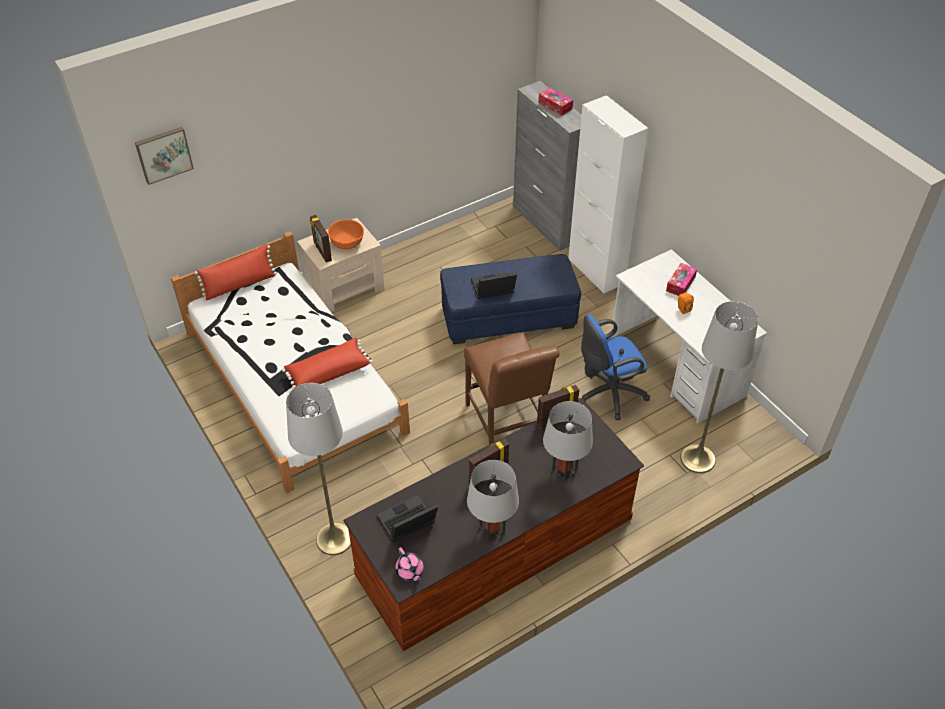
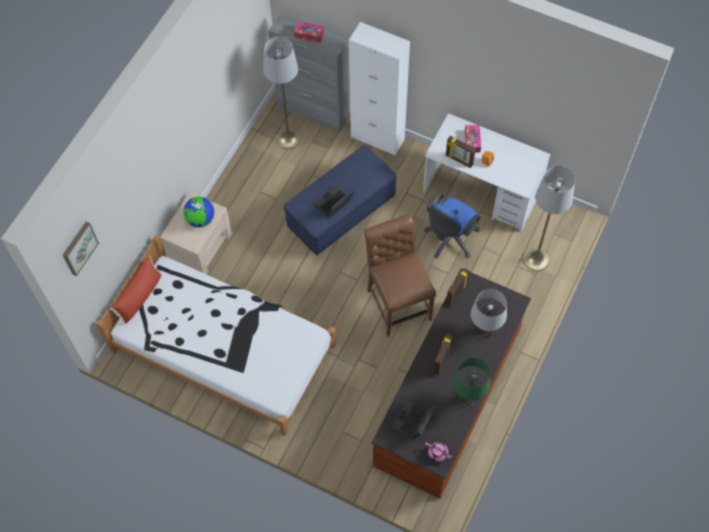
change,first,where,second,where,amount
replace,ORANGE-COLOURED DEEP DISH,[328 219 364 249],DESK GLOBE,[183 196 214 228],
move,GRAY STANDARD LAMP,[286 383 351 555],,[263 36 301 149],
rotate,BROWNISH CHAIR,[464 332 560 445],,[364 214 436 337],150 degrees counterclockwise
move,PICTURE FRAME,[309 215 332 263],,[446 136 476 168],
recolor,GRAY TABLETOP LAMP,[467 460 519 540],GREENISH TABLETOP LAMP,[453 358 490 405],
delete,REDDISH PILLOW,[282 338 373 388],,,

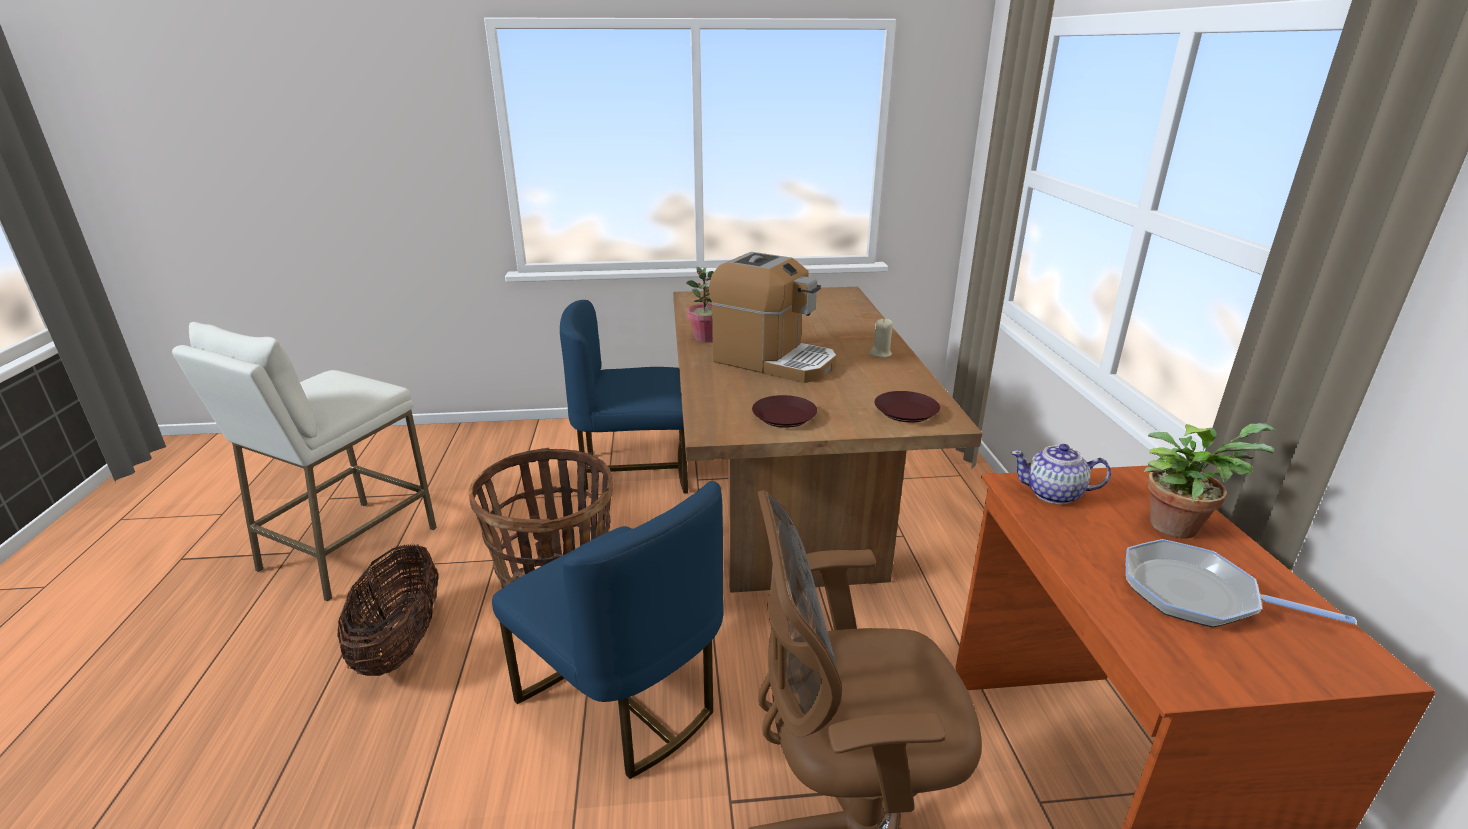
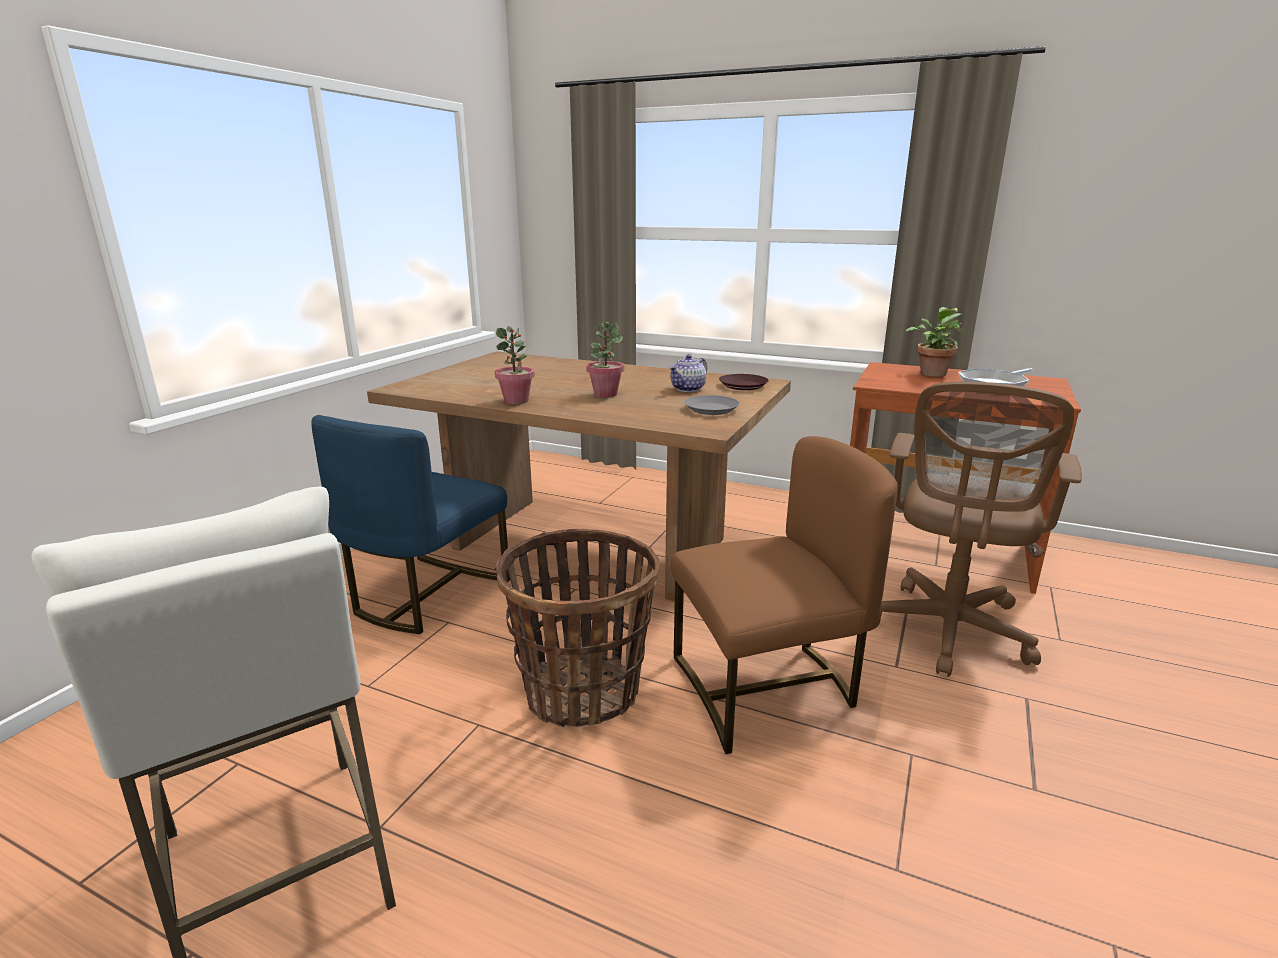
change,first,where,second,where,amount
replace,COFFEE BREWER,[709 252 837 383],PLANT IN A POT,[586 322 624 398],
move,TEA POT,[1011 444 1111 504],,[669 354 707 392],
recolor,BLUISH CHAIR,[492 481 724 779],BROWNISH CHAIR,[671 436 898 754],
recolor,BROWNISH FLAT DISH,[752 395 817 428],GRAY FLAT DISH,[684 395 740 415],
delete,STORAGE BASKET,[337 544 439 676],,,
delete,BEIGE WAX LIGHT,[870 318 893 358],,,

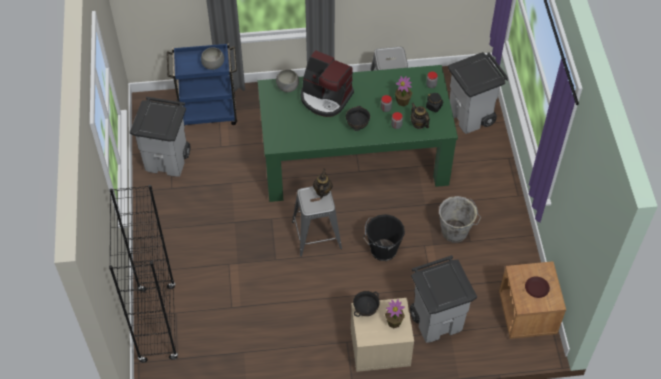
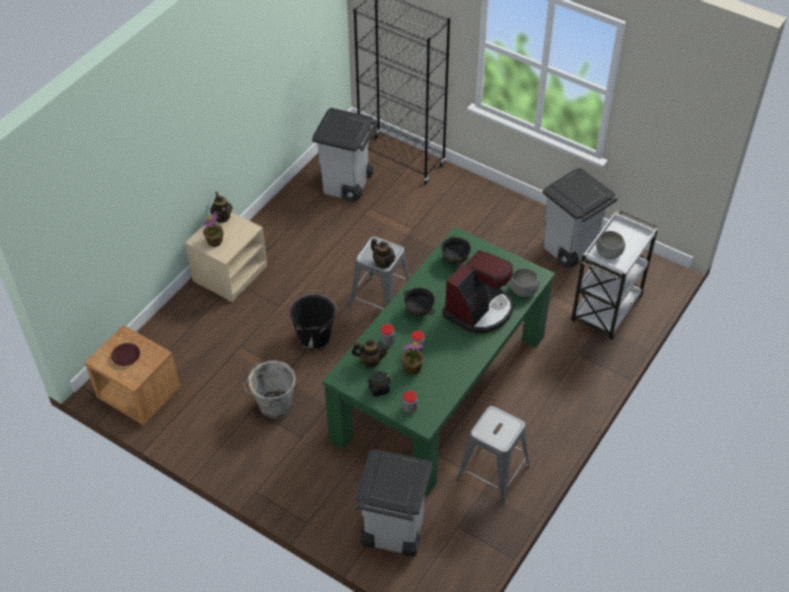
change,first,where,second,where,amount
insert,,,TEA POT,[210 192 232 223],
move,GRAY WASTE BIN,[410 255 477 343],,[312 108 378 202],
move,BLACK-COLOURED DEEP DISH,[353 291 380 317],,[441 236 471 265],
rotate,COFFEE BREWER,[301 50 354 117],,[442 251 513 333],150 degrees clockwise
recolor,BLUISH CART,[167 43 237 126],WHITE-COLOURED CART,[571 210 658 340],

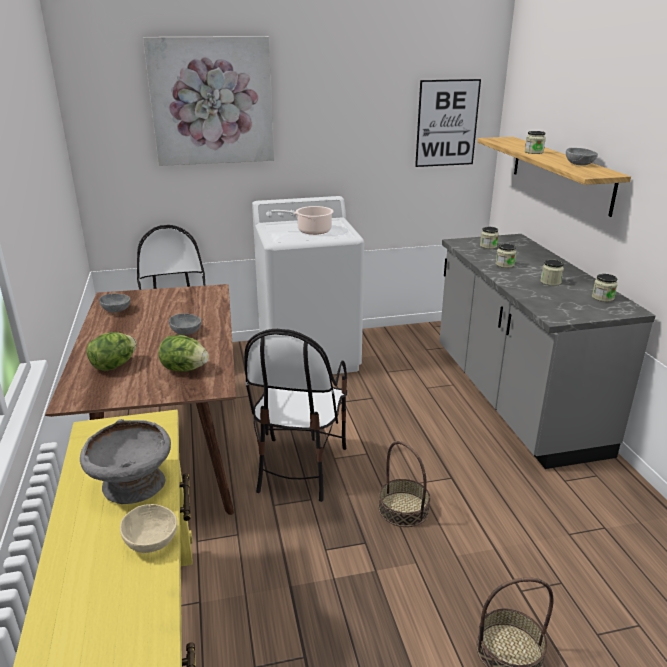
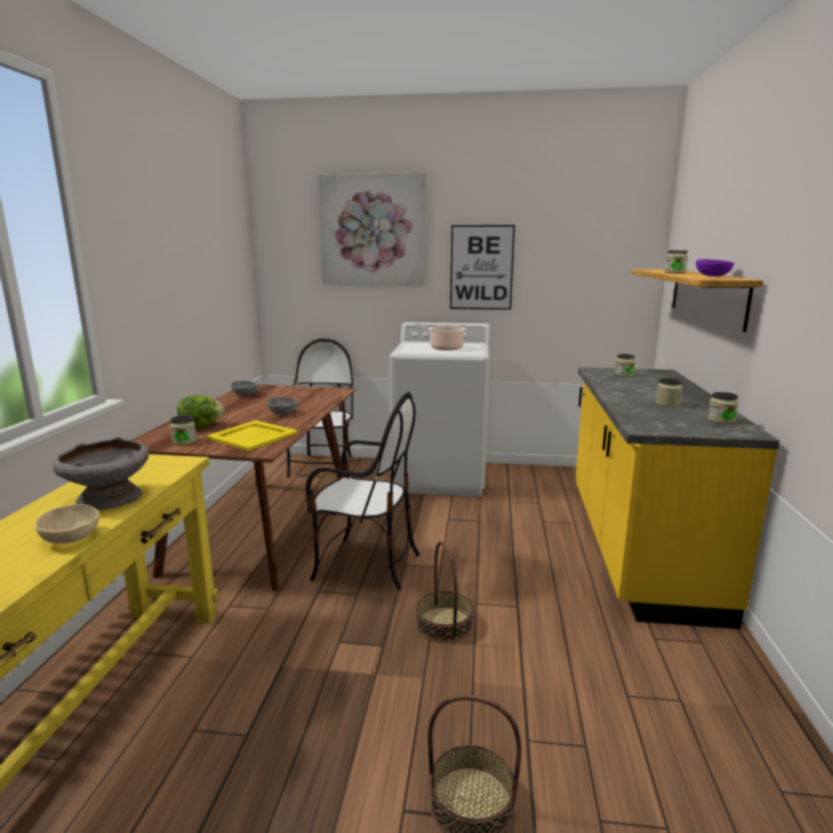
change,first,where,second,where,amount
move,PRESERVE JAR,[496 244 516 268],,[170 415 197 445],
replace,LETTUCE,[159 335 209 372],YELLOW-COLOURED CARRYING TRAY,[206 420 298 451],
rotate,CHAIR,[244 329 347 502],,[305 392 420 590],105 degrees counterclockwise
move,WALL PICTURE,[415 79 481 167],,[450 225 515 310],
recolor,GRAY KITCHEN BASE UNIT,[439 234 656 469],YELLOW-COLOURED KITCHEN BASE UNIT,[575 367 780 629],
recolor,GRAY DEEP DISH,[566 148 598 165],PURPLE-COLOURED DEEP DISH,[696 259 734 276],

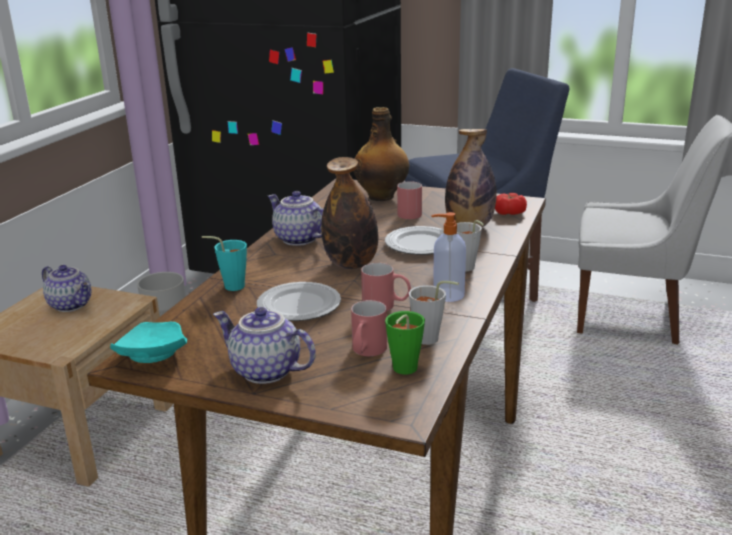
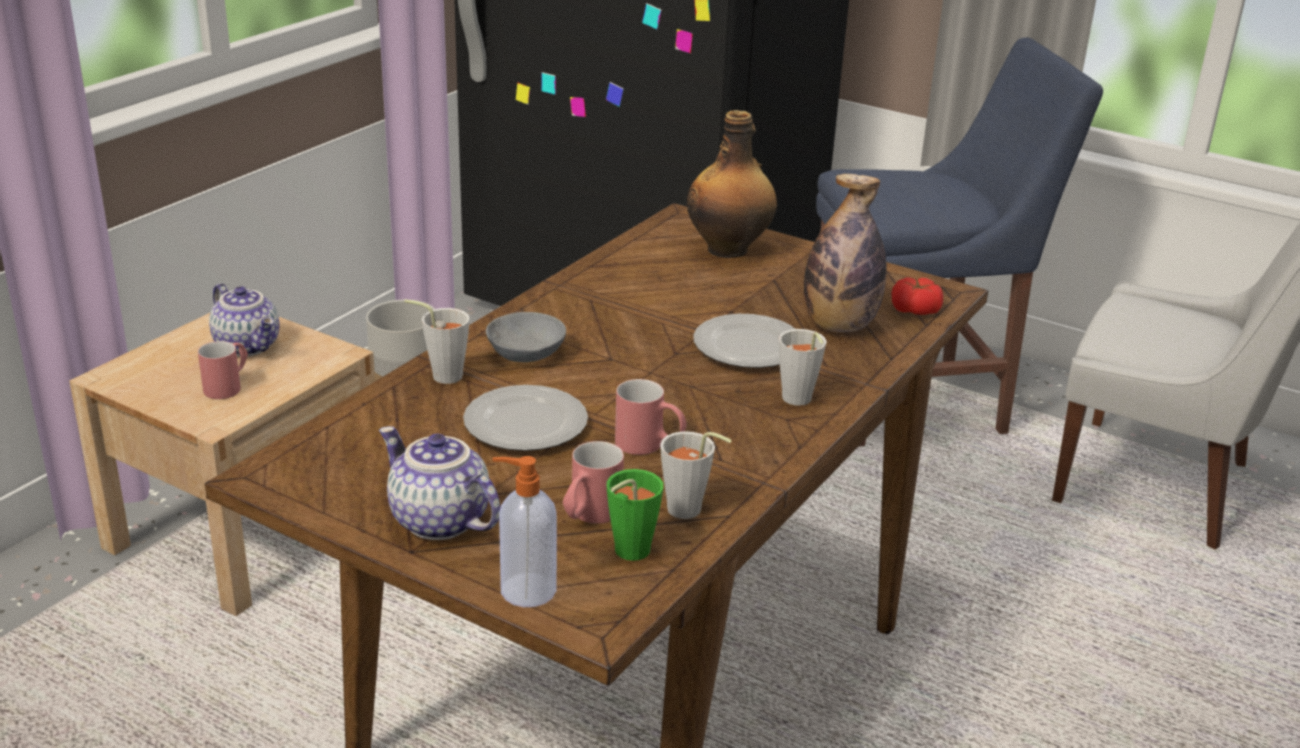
change,first,where,second,where,amount
move,REDDISH MUG,[397 181 422 219],,[198 341 248 399],
recolor,BLUE-GREEN DRINKING CUP,[202 236 247 291],GRAY DRINKING CUP,[404 299 470 384],
insert,,,GRAY DEEP DISH,[486 312 566 362],
move,SOAP BOTTLE,[431 212 466 302],,[493 456 557 607],
delete,BLUE-GREEN FLAT DISH,[110 322 187 363],,,
delete,TEA POT,[268 191 323 246],,,
delete,BEVERAGE BOTTLE,[321 157 378 269],,,

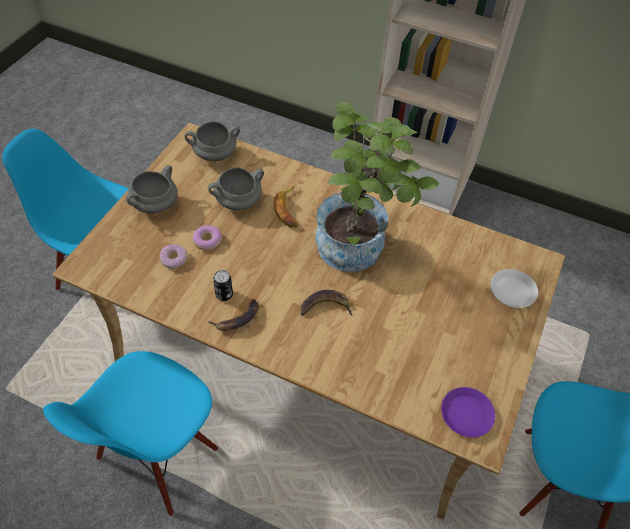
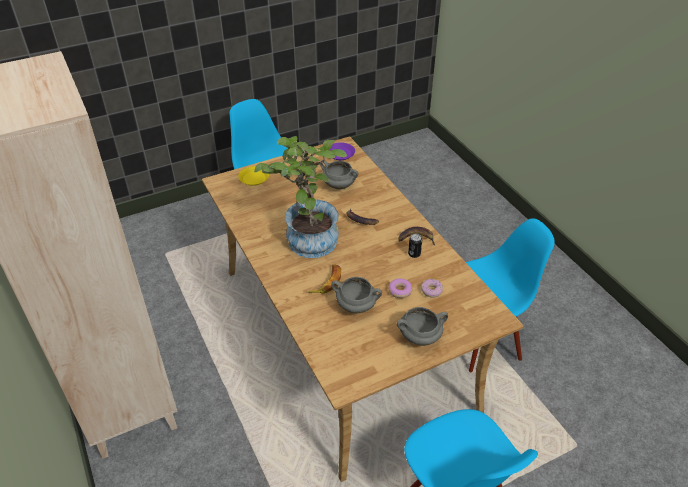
change,first,where,second,where,amount
recolor,WHITE-COLOURED FLAT DISH,[491 269 538 308],YELLOW-COLOURED FLAT DISH,[238 166 269 186],
move,GRAY SAUCEPOT,[184 121 240 161],,[320 160 358 190],

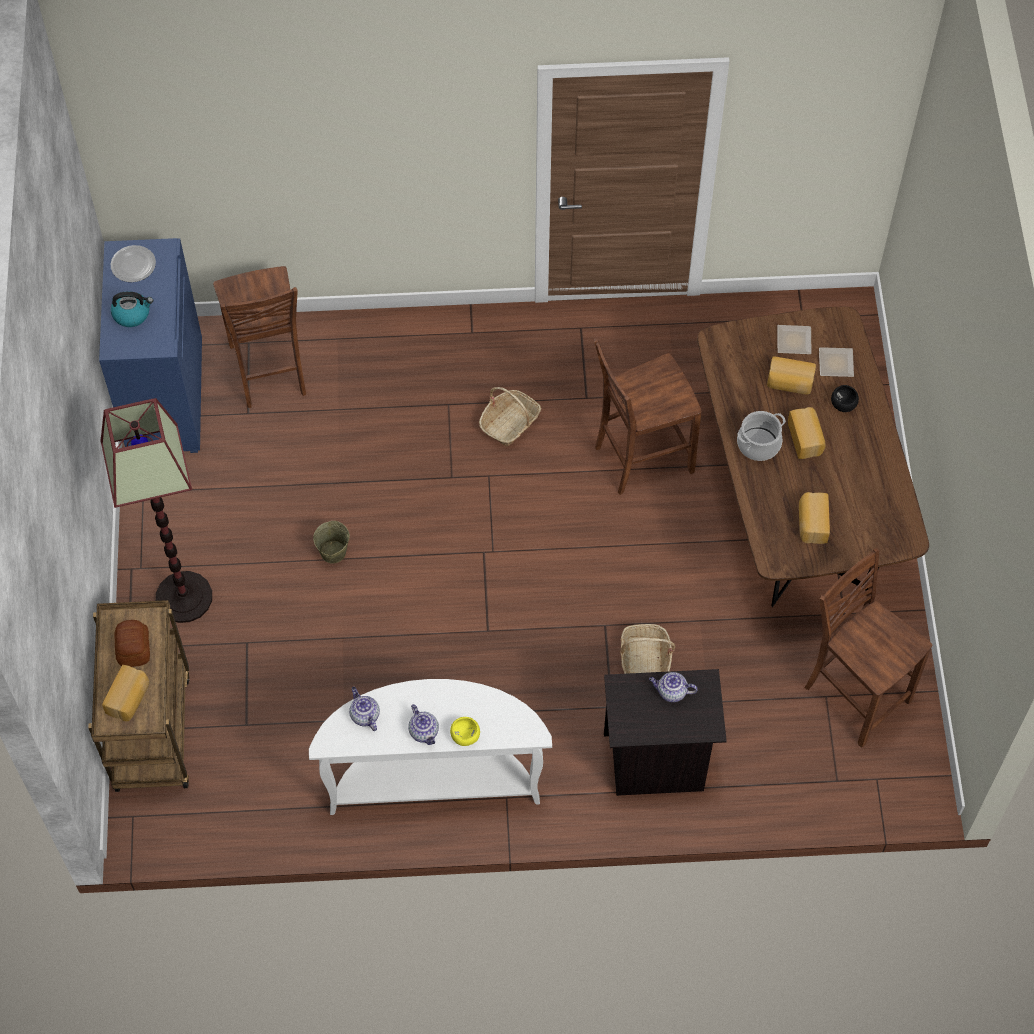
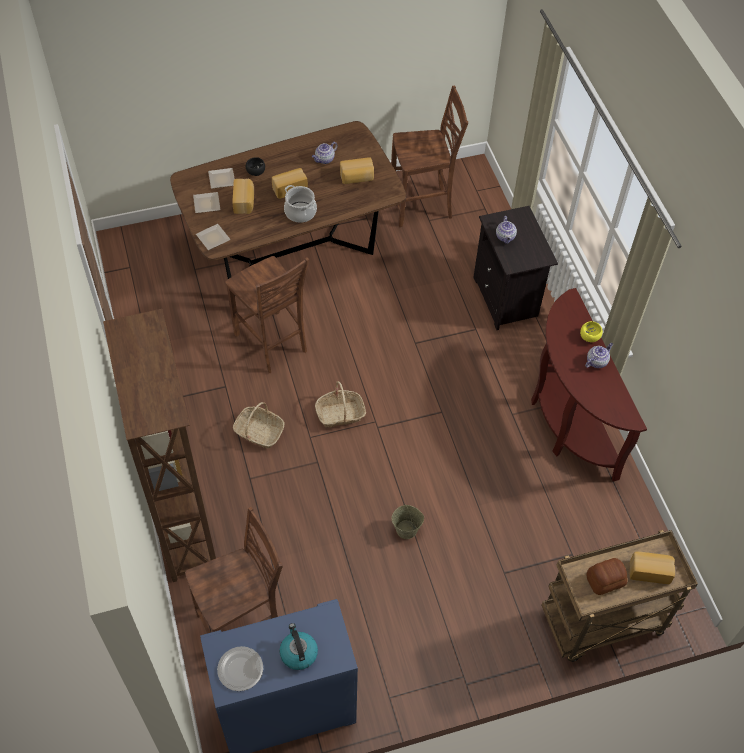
change,first,where,second,where,amount
insert,,,BROWNISH BOOKCASE,[103 309 216 582],
insert,,,FLAT DISH,[196 224 231 250],
move,TEA POT,[349 687 380 731],,[312 142 337 164],
move,STORAGE BASKET,[620 624 675 674],,[315 381 366 427],
rotate,BROWNISH CHAIR,[804 548 932 748],,[391 86 468 227],135 degrees counterclockwise
recolor,WHITE-COLOURED HALL TABLE,[309 679 552 815],BROWNISH HALL TABLE,[531 288 647 482],
delete,STANDARD LAMP,[101 398 212 623],,,

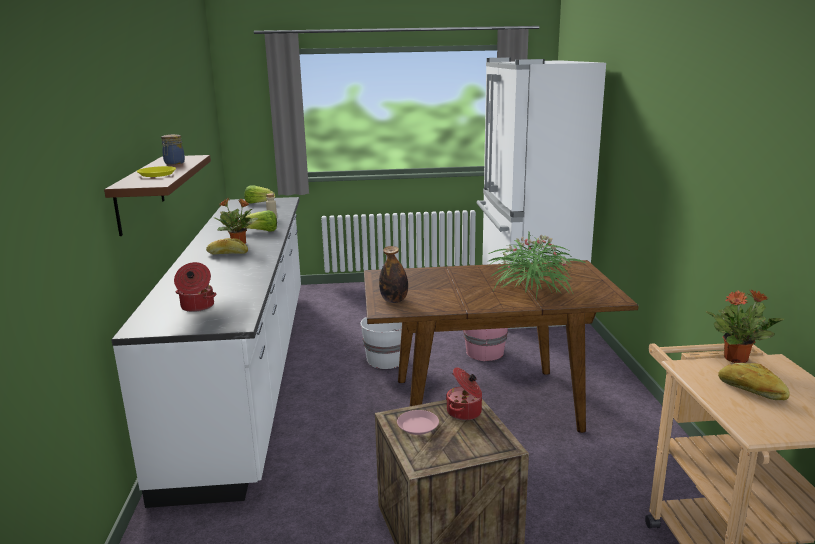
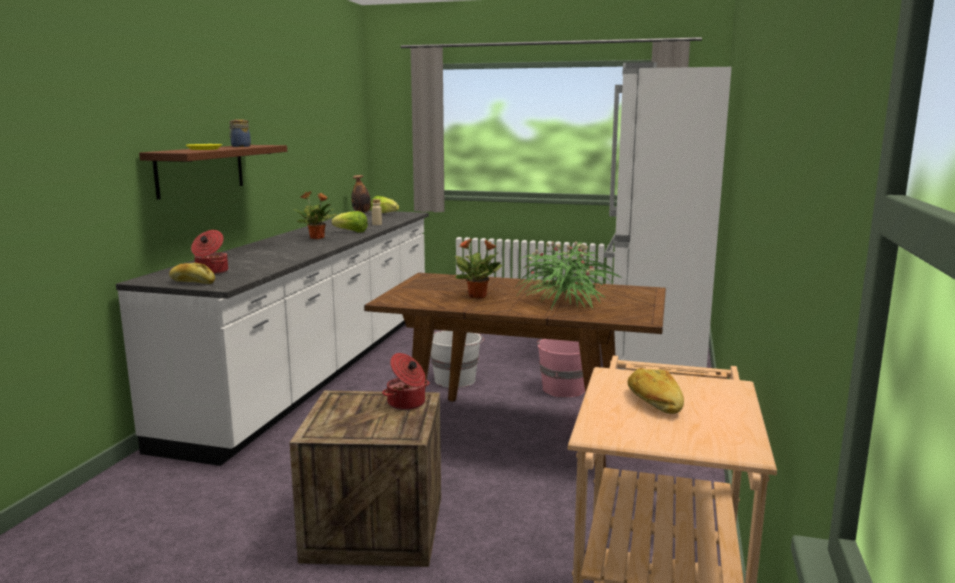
change,first,where,second,where,amount
move,BAKERY BREAD,[206 238 248 254],,[169 263 215 284],
move,BEVERAGE BOTTLE,[379 246 408 303],,[351 175 371 213],
move,PLANT IN A POT,[706 289 784 363],,[454 238 502 299],
delete,PINKISH FLAT DISH,[397 410 439 435],,,

